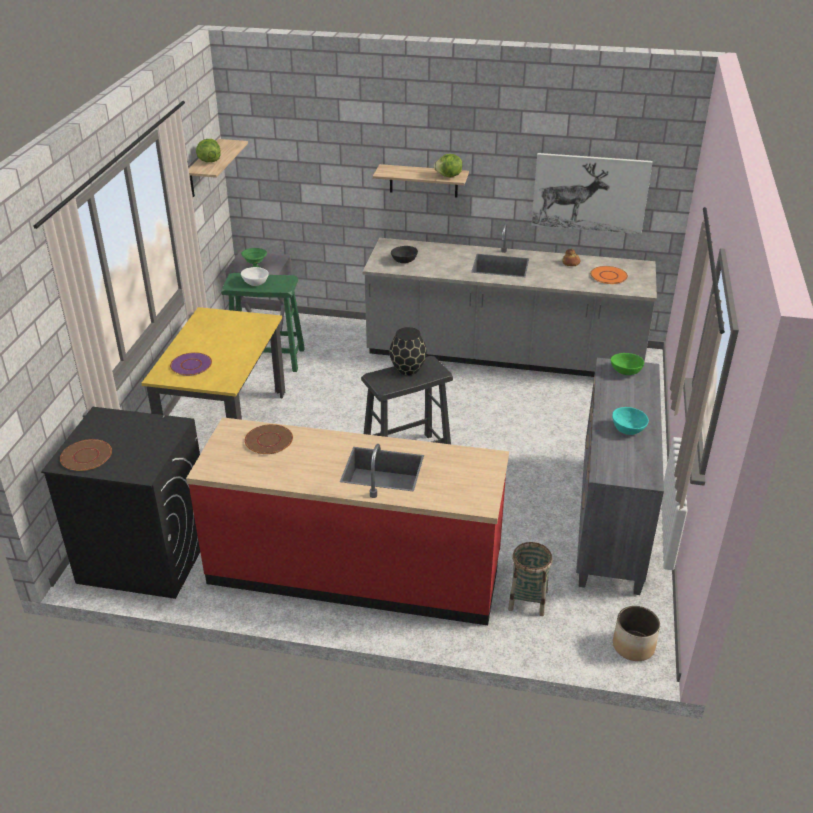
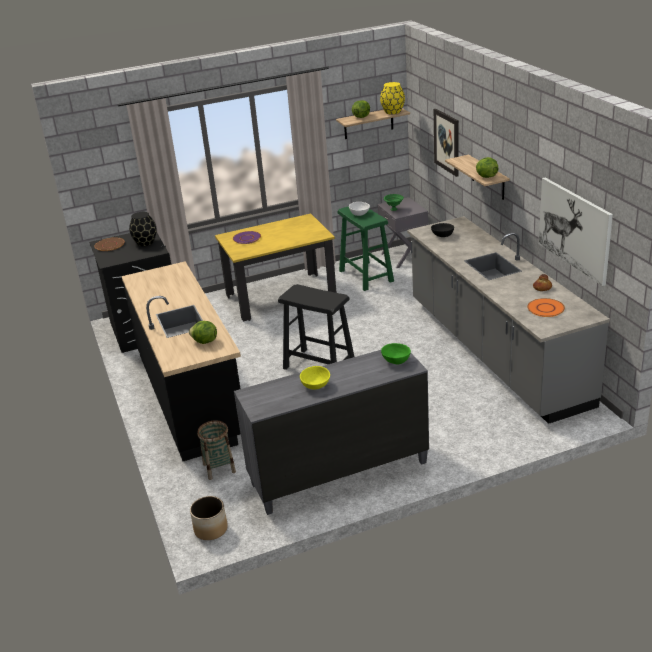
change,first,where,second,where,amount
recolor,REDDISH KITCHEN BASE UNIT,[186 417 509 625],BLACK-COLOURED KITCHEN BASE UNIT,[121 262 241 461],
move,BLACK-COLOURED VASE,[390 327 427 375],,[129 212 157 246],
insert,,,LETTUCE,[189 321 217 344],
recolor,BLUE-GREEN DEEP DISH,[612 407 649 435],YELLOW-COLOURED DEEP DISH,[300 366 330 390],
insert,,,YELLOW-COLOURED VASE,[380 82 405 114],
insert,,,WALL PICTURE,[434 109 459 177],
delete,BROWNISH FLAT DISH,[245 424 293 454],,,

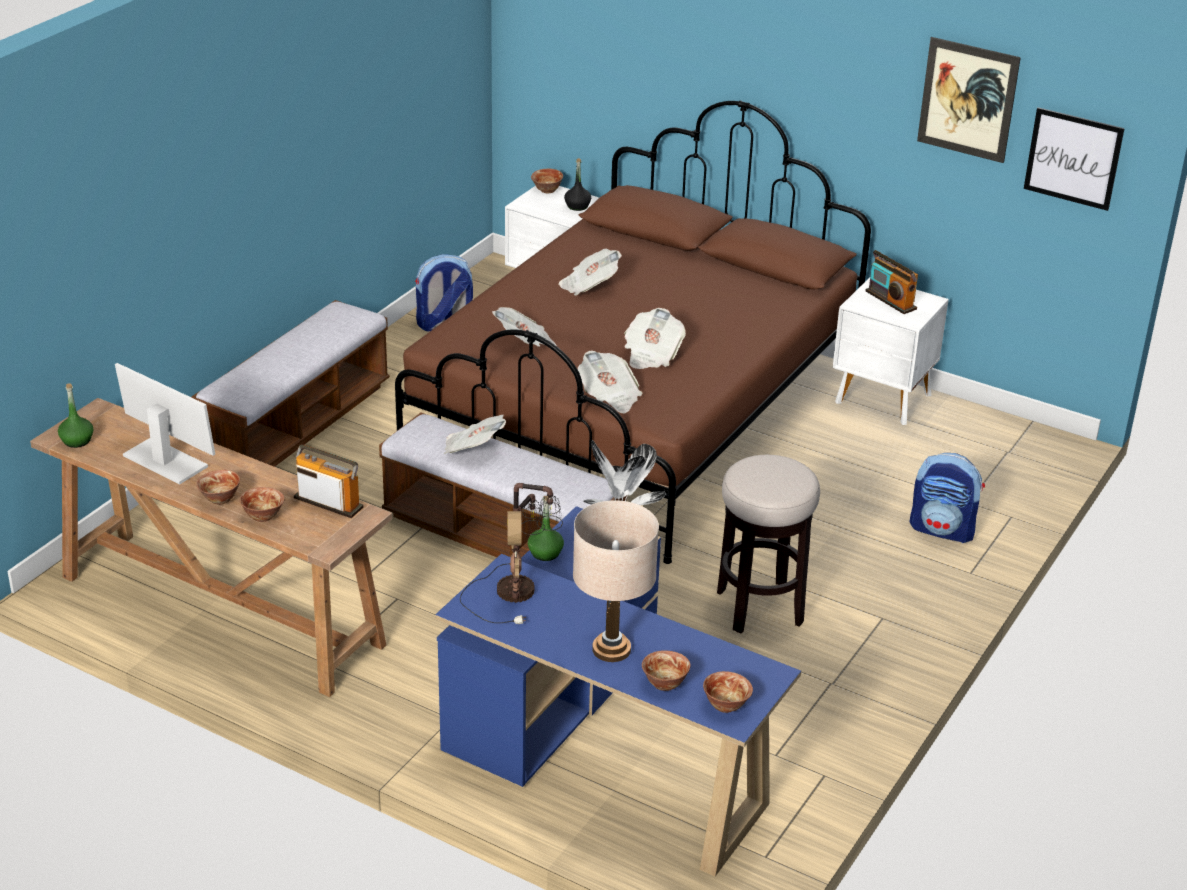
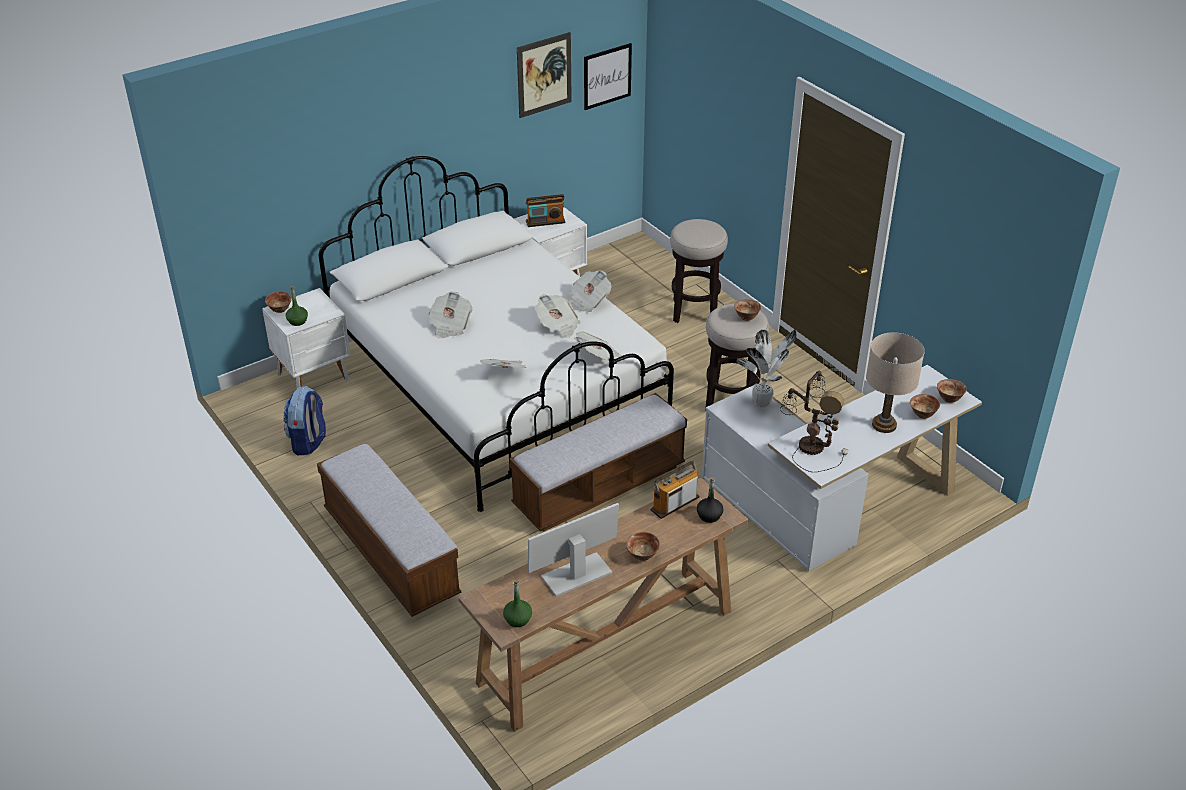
change,first,where,second,where,amount
move,GREENISH BEVERAGE BOTTLE,[528 496 564 561],,[286 286 308 326],
recolor,BROWNISH SLEEPING BED,[395 100 871 564],WHITE-COLOURED SLEEPING BED,[319 156 674 512],
move,NEWSPAPER,[444 415 506 454],,[569 270 612 312],
replace,KNAPSACK,[910 453 985 543],STOOL SEAT,[670 219 728 323],
move,BLACK-COLOURED BEVERAGE BOTTLE,[564 158 591 211],,[697 477 724 523],
recolor,BLUISH DESK UNIT,[435 506 801 876],WHITE-COLOURED DESK UNIT,[702 365 982 571],
move,DEEP DISH,[240 487 285 522],,[734 299 761 321],

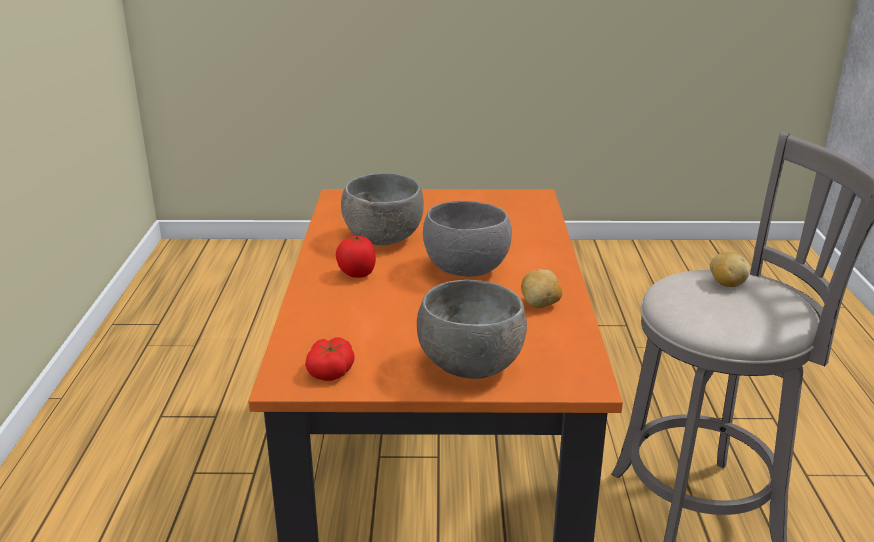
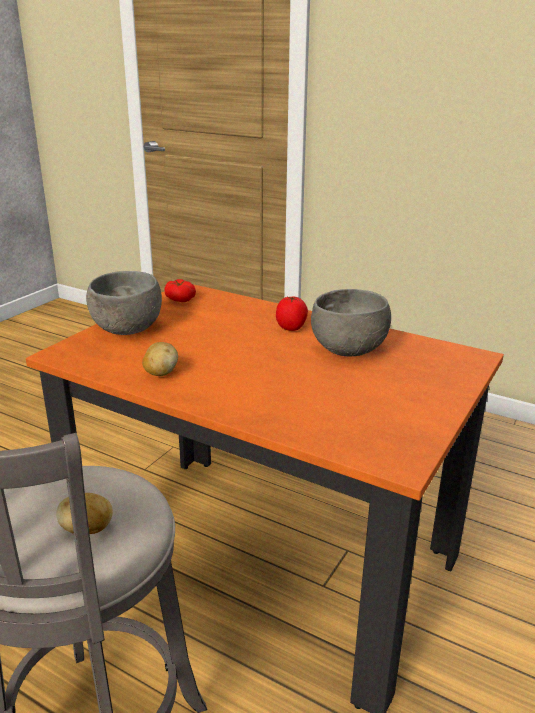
change,first,where,second,where,amount
delete,GRAY DEEP DISH,[423 201 512 277],,,

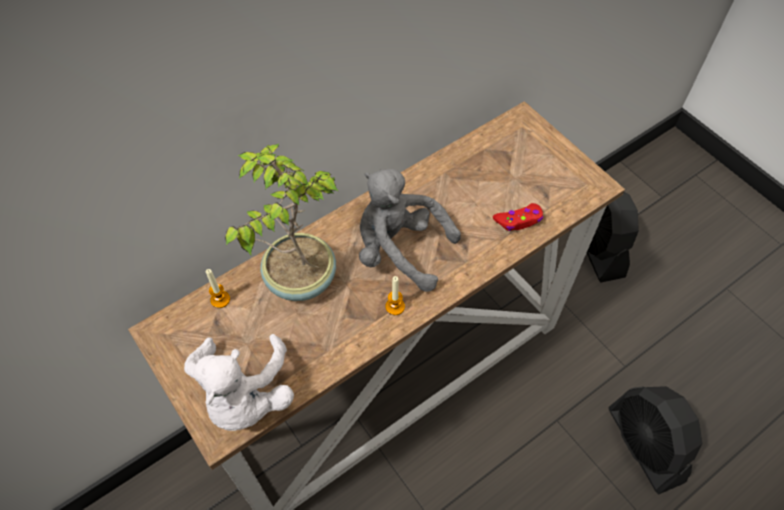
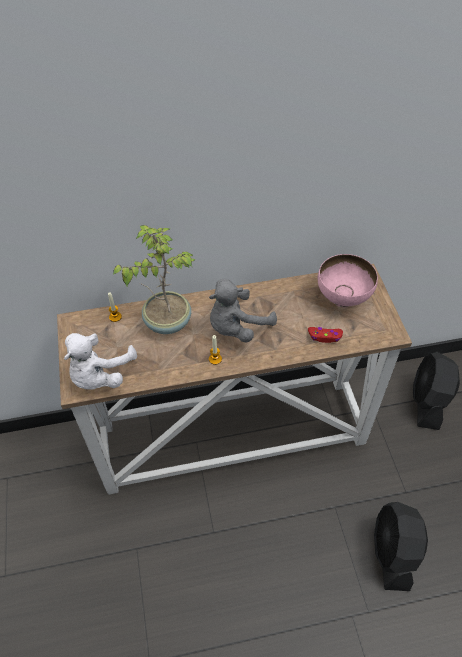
change,first,where,second,where,amount
rotate,GRAY CUDDLY TOY,[359 169 461 292],,[209 279 277 343],90 degrees counterclockwise
insert,,,PINKISH DEEP DISH,[318 254 378 307],

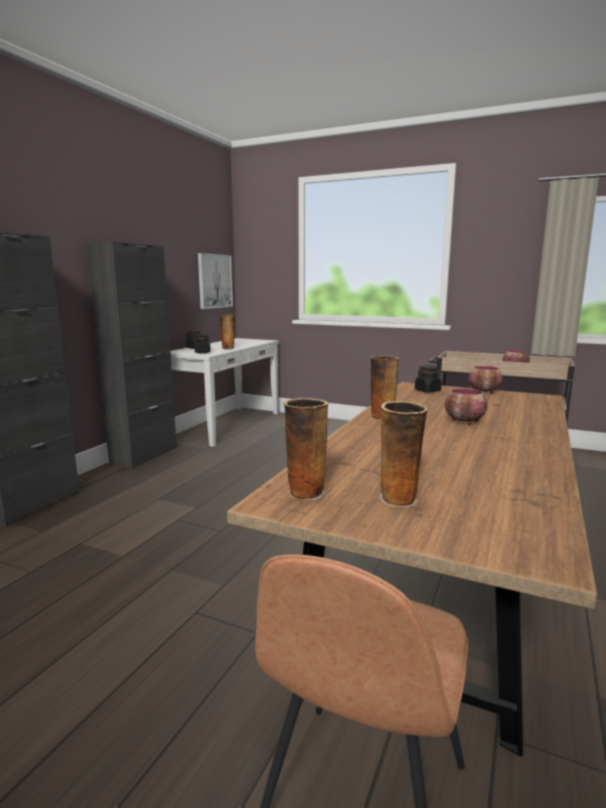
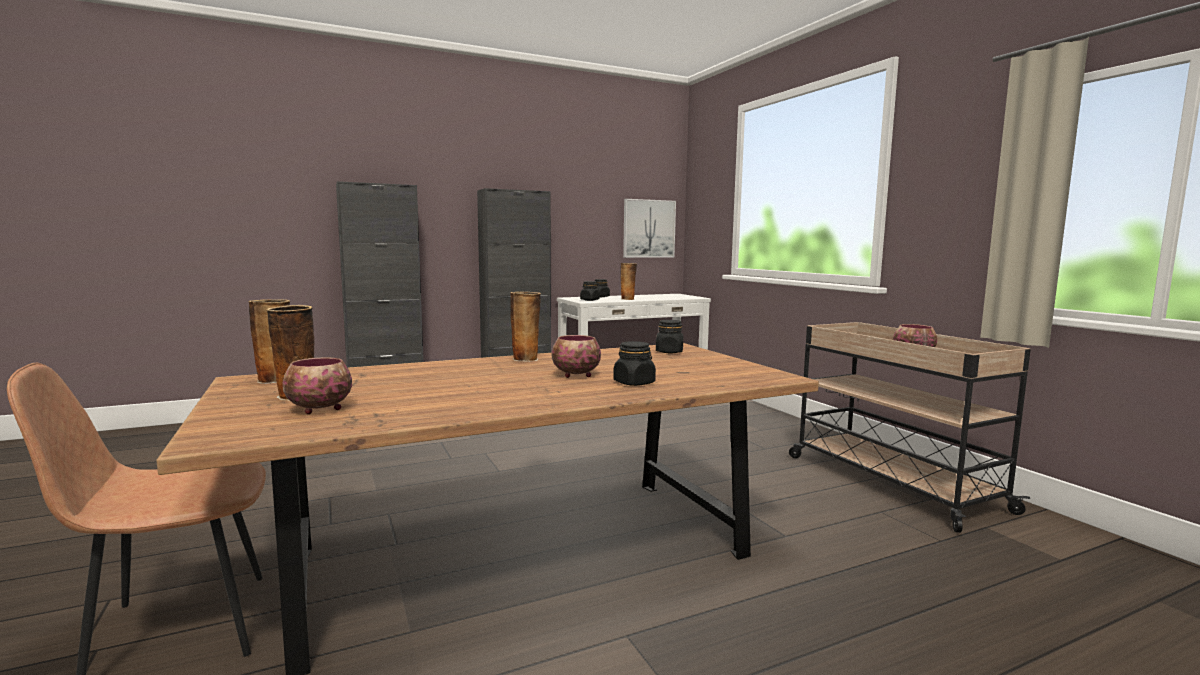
change,first,where,second,where,amount
move,DEEP DISH,[468 366 503 394],,[283 358 352 414],
insert,,,BLACK-COLOURED PRESERVE JAR,[613 341 656 386],

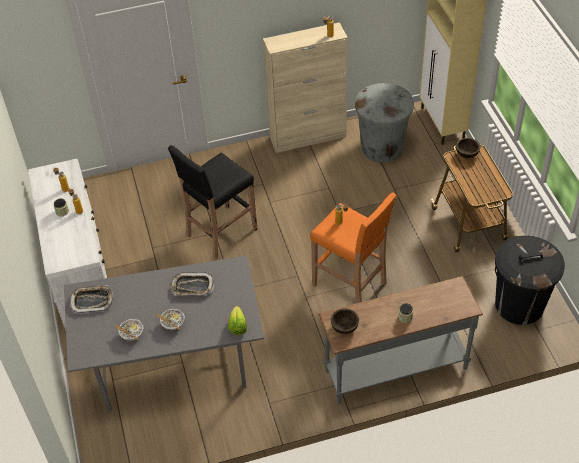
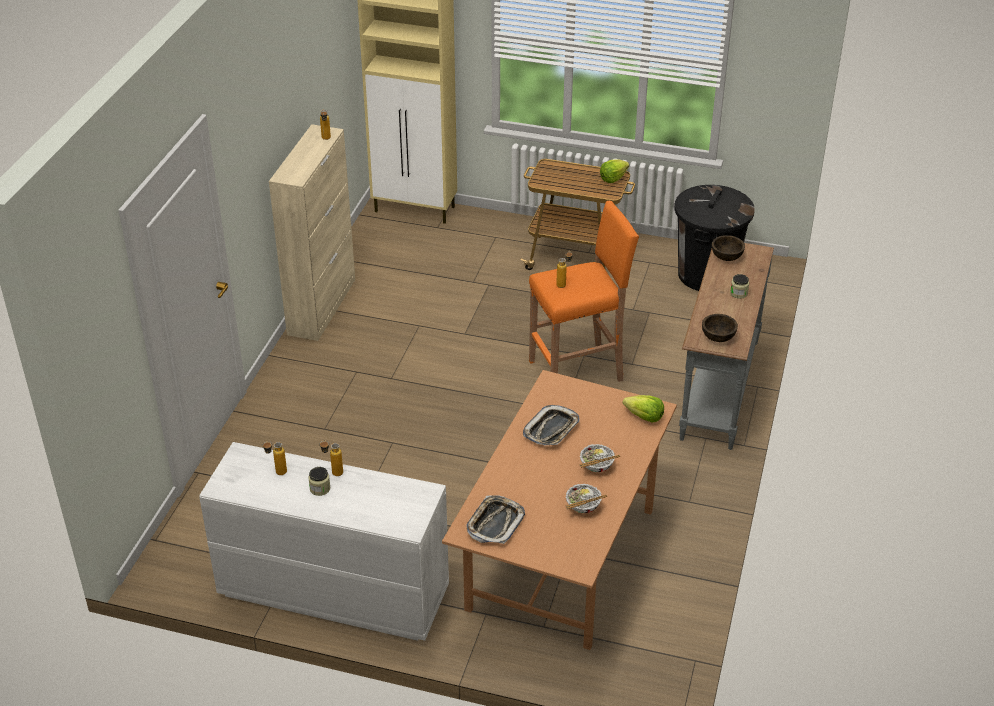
change,first,where,second,where,amount
recolor,GRAY KITCHEN TABLE,[64 255 264 412],BROWNISH KITCHEN TABLE,[442 370 677 650],
insert,,,LETTUCE,[600 159 629 183],
move,BROWNISH DEEP DISH,[456 138 480 158],,[712 235 745 261],
delete,BLACK-COLOURED STOOL SEAT,[168 145 257 259],,,
delete,GRAY WASTE BIN,[355 83 414 163],,,

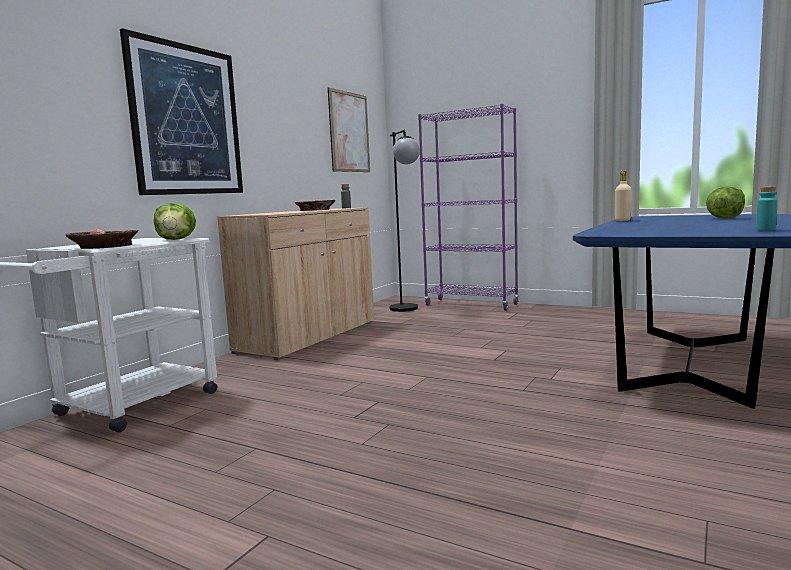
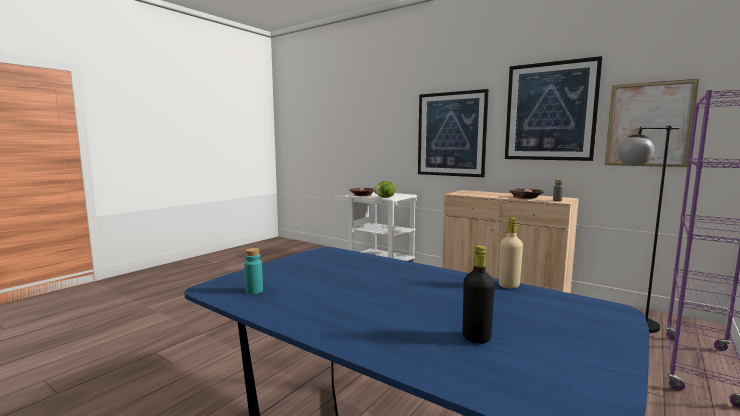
change,first,where,second,where,amount
replace,LETTUCE,[706 186 745 218],BLACK-COLOURED BEVERAGE BOTTLE,[463 245 495 344],
insert,,,WALL PICTURE,[505 56 602 161],

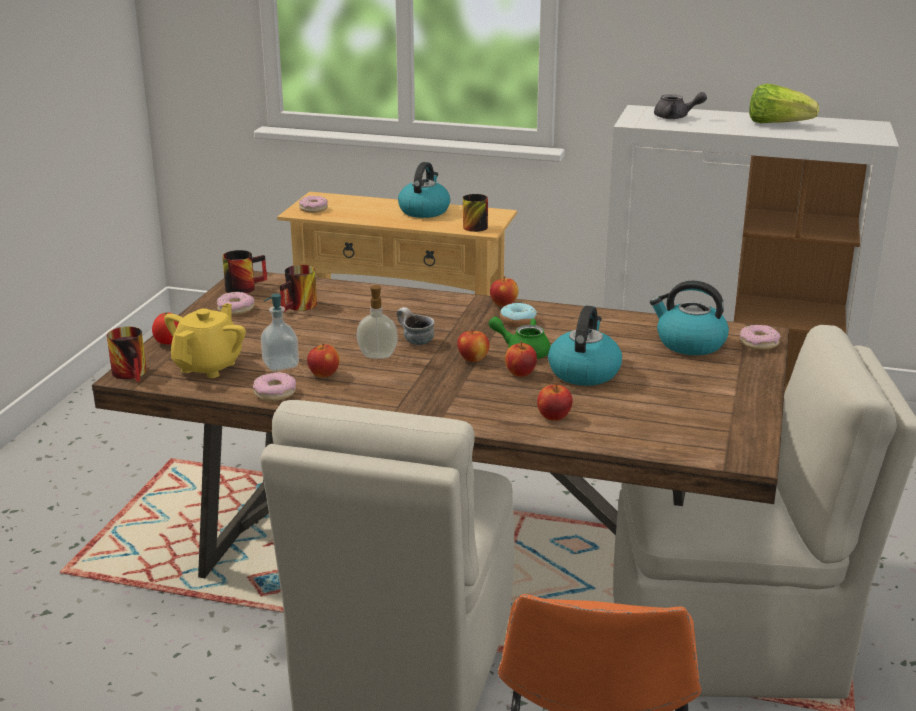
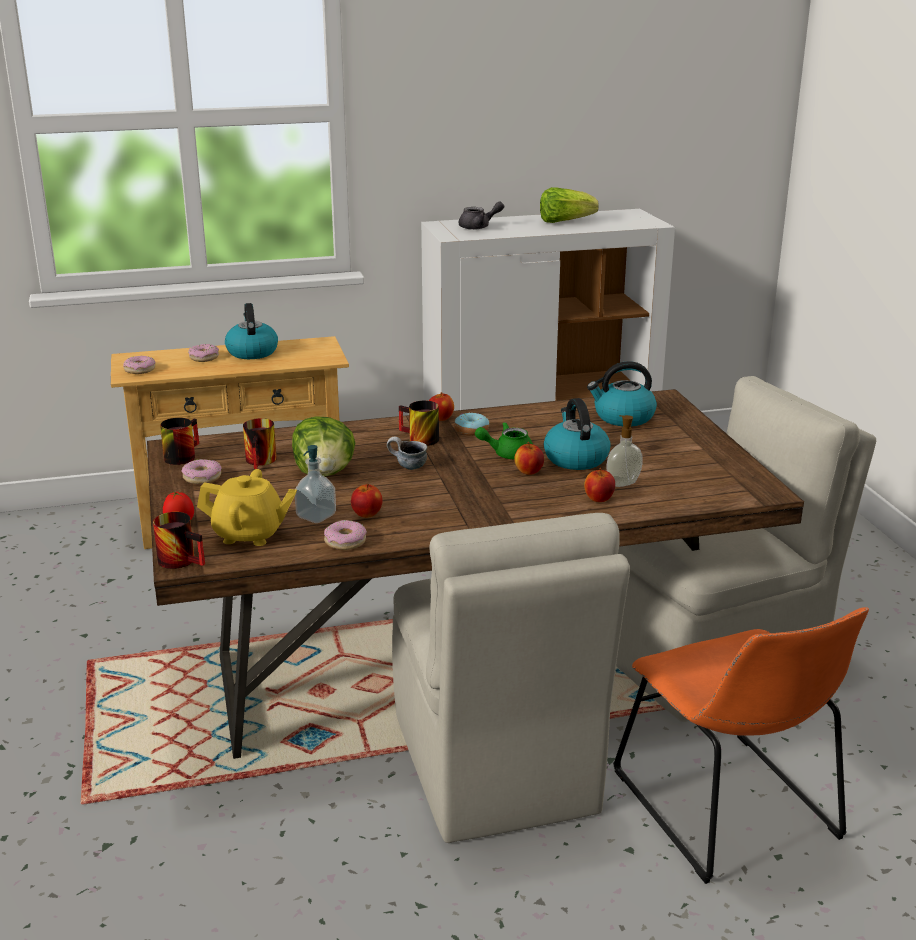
change,first,where,second,where,amount
move,DONUT,[740 325 781 350],,[188 344 219 362],
rotate,YELLOW-COLOURED TEA POT,[164 303 246 378],,[197 469 297 546],105 degrees clockwise
insert,,,LETTUCE,[292 416 355 477],
move,MUG,[463 194 488 232],,[399 401 439 446],
move,SOAP BOTTLE,[356 285 398 359],,[606 415 643 487],
delete,WHOLE APPLE,[457 329 489 362],,,

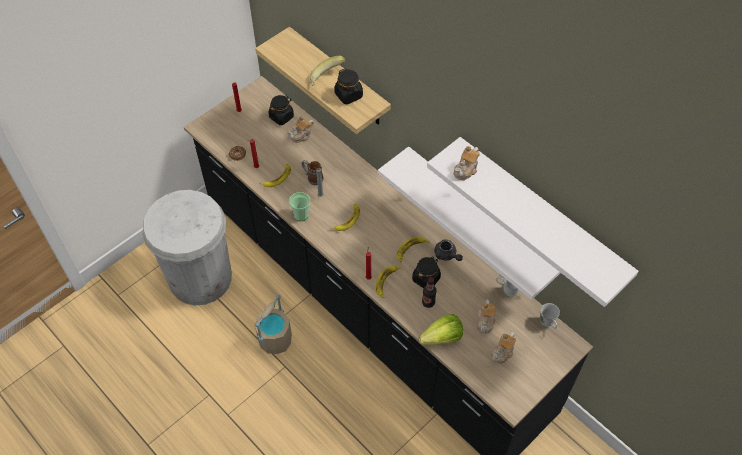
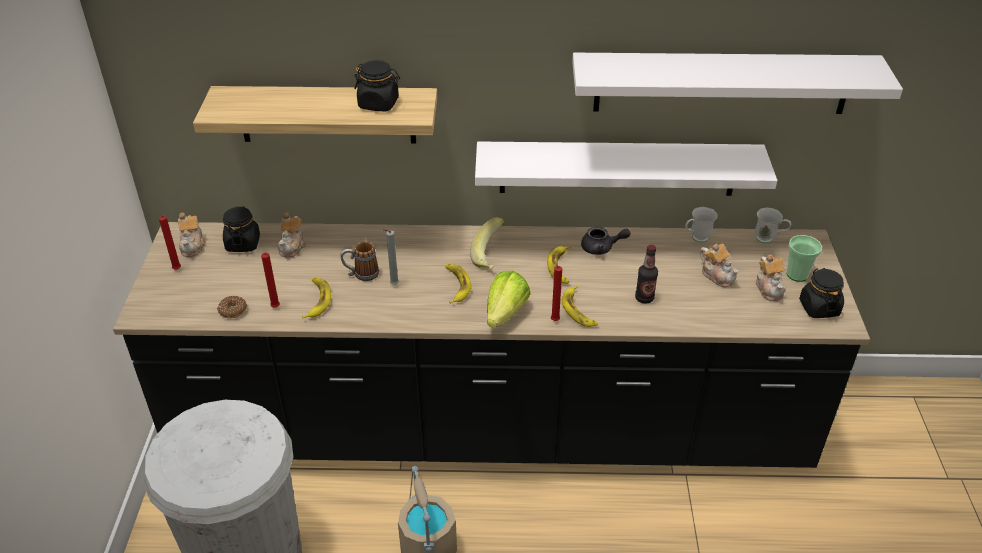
change,first,where,second,where,amount
move,TEA POT,[454 146 480 180],,[178 212 206 257],
move,BANANA FRUIT,[310 56 345 86],,[470 217 504 269],
move,LETTUCE,[419 314 463 345],,[487 271 530 328],
move,DRINKING CUP,[289 192 310 221],,[786 235 822 282],
move,BLACK-COLOURED PRESERVE JAR,[412 256 441 288],,[799 268 844 318],

